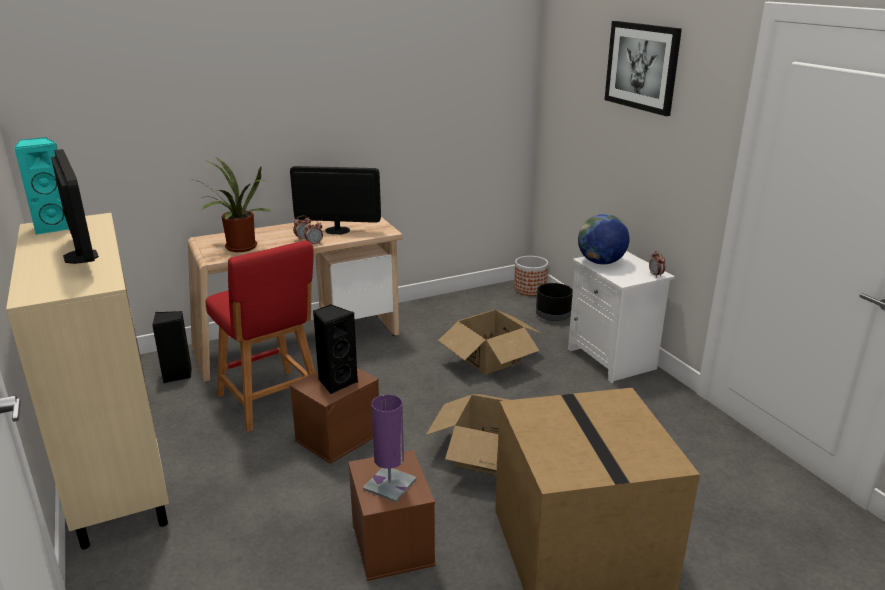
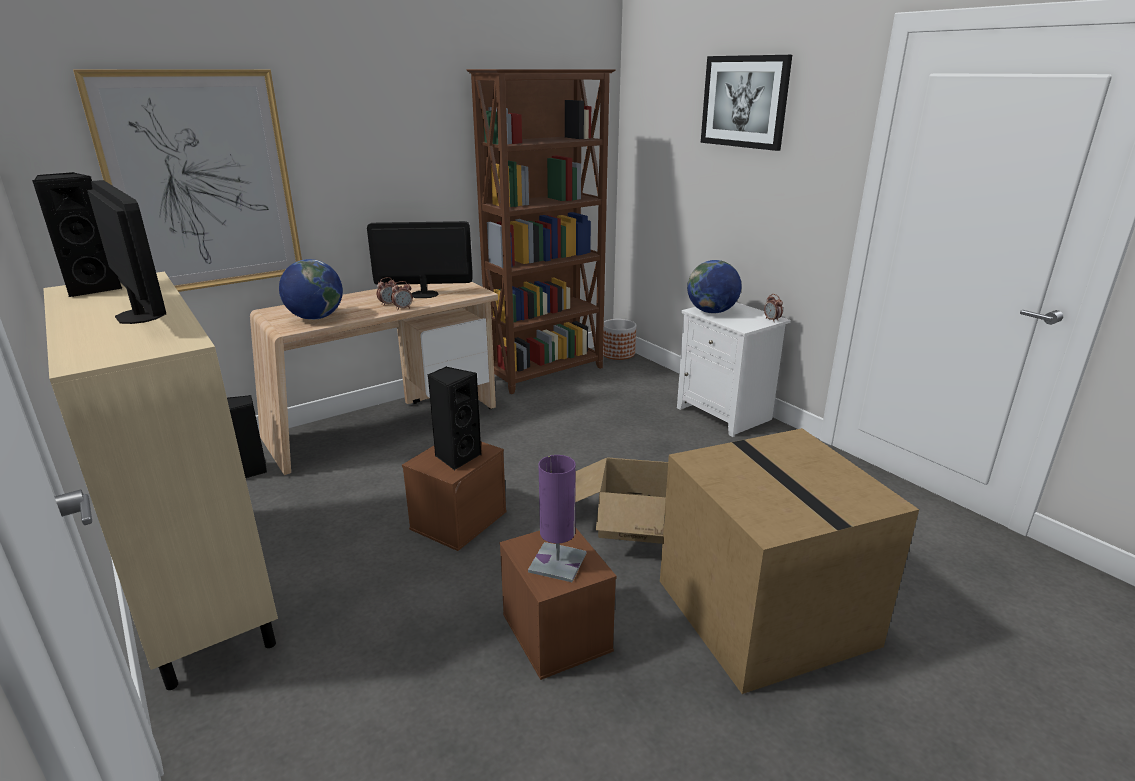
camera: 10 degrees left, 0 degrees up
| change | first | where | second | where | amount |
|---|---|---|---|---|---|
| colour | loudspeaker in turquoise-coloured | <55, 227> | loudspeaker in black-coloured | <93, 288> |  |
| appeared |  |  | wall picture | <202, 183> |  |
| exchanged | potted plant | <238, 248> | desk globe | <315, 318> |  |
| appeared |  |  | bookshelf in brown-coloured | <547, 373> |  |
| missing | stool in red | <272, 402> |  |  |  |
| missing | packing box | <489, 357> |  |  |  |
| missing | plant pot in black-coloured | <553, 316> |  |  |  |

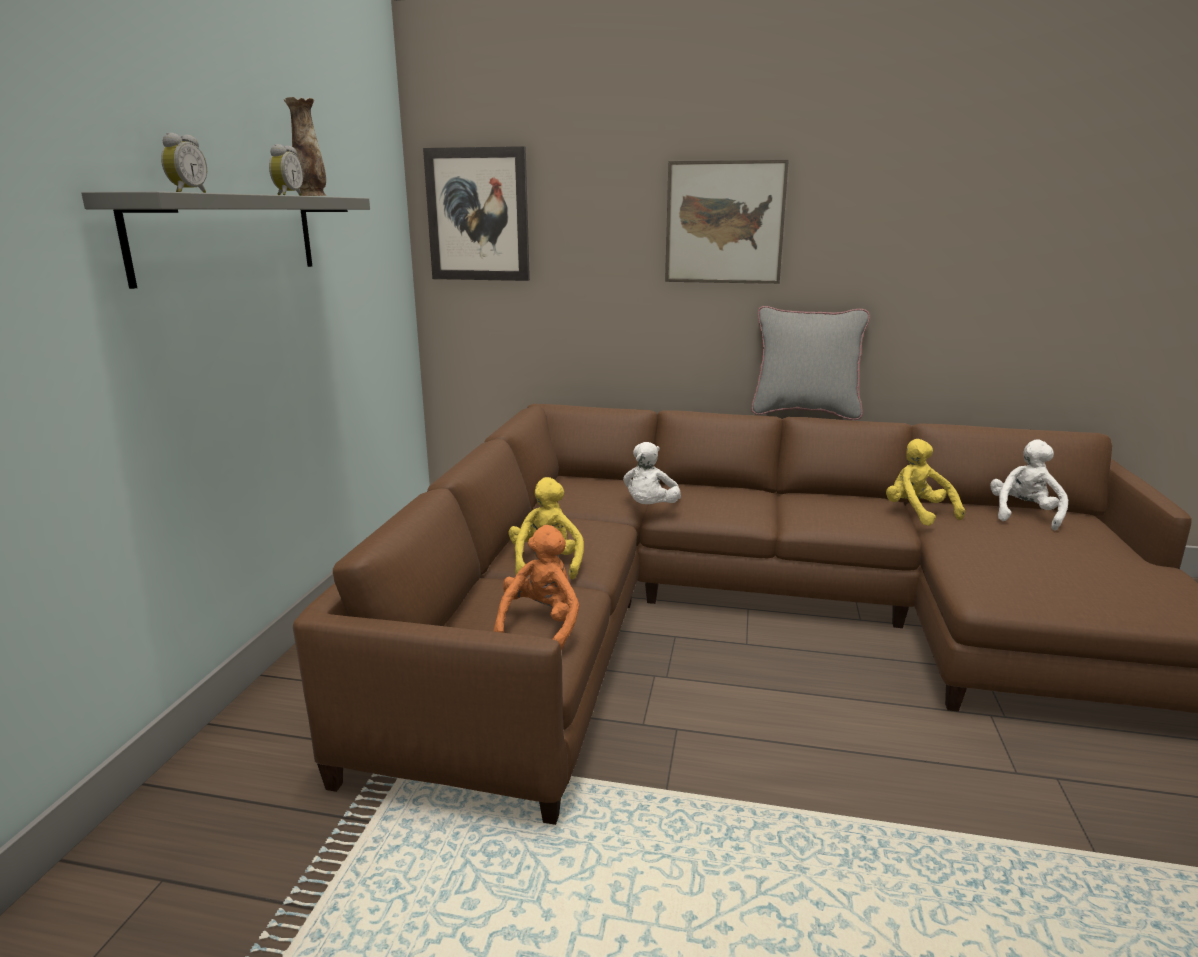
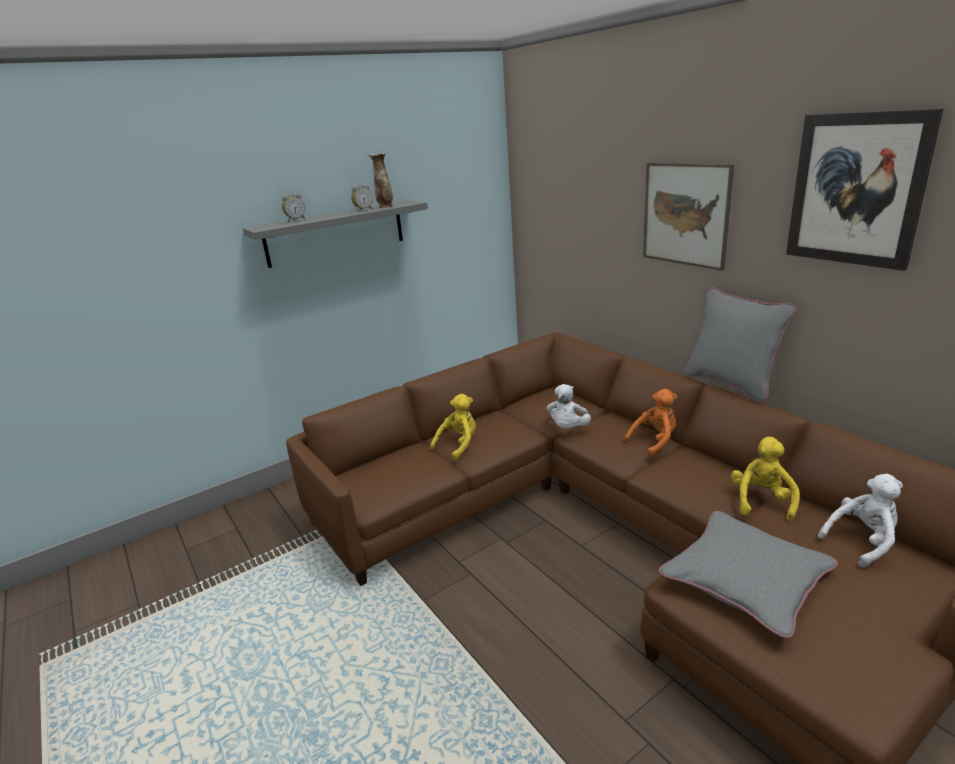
camera: 45 degrees right, 5 degrees up
| change | first | where | second | where | amount |
|---|---|---|---|---|---|
| spun | cuddly toy in white-coloured | <650, 508> |  | <568, 428> | 45 degrees counterclockwise |
| relocated | cuddly toy in orange-coloured | <541, 625> |  | <654, 442> |  |
| appeared |  |  | pillow in greyish | <745, 578> |  |
| relocated | wall picture | <478, 215> |  | <856, 190> |  |

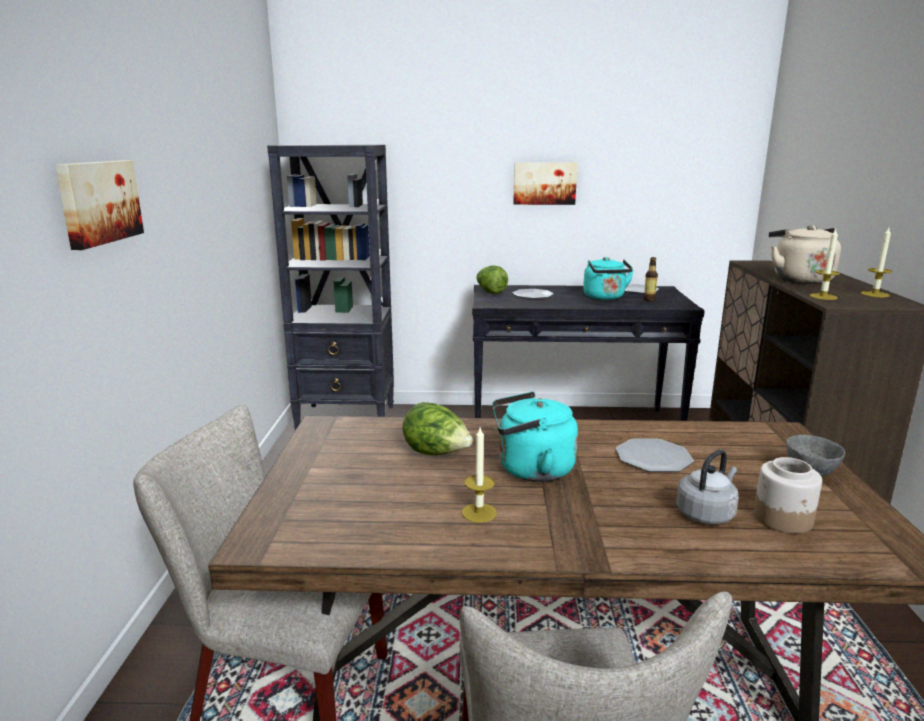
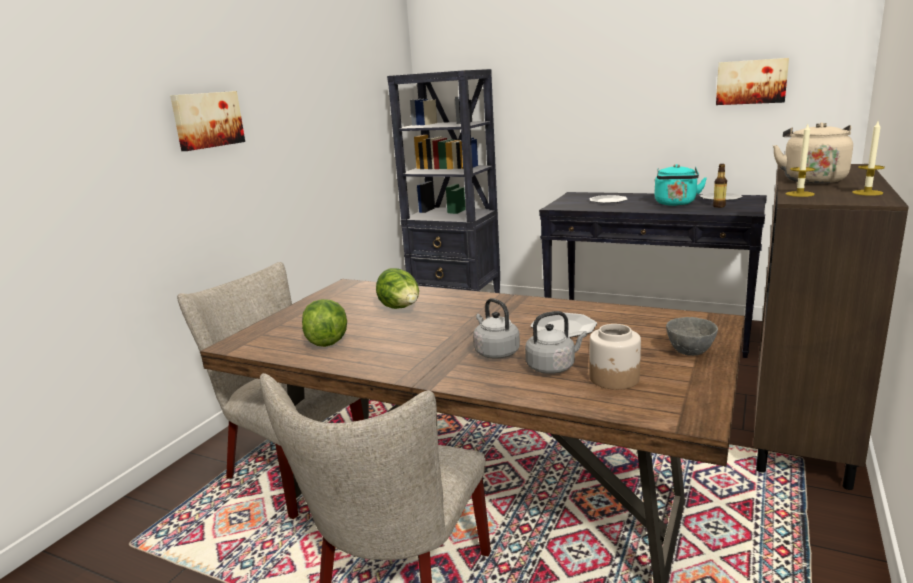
camera: 25 degrees right, 0 degrees up
| change | first | where | second | where | amount |
|---|---|---|---|---|---|
| relocated | lettuce | <490, 292> |  | <327, 340> |  |
| appeared |  |  | water kettle in greyish | <495, 352> |  |
| relocated | wall picture | <544, 183> |  | <751, 82> |  |
| missing | candle | <479, 513> |  |  |  |
| missing | water kettle in turquoise-coloured | <531, 470> |  |  |  |

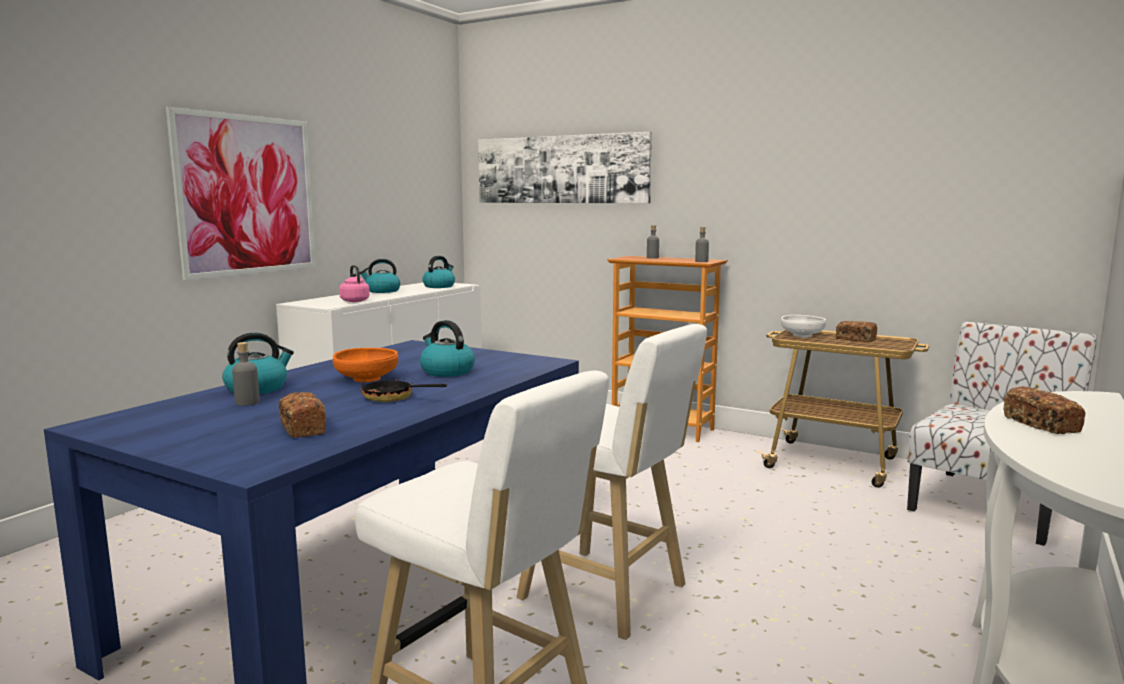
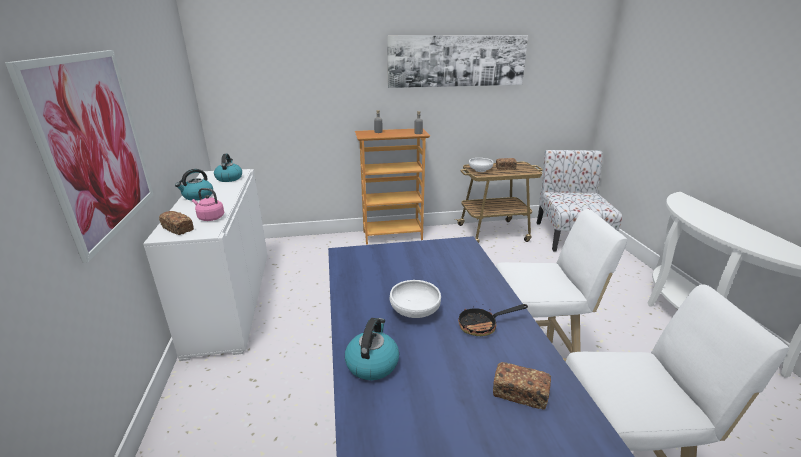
camera: 40 degrees left, 15 degrees up
| change | first | where | second | where | amount |
|---|---|---|---|---|---|
| relocated | bread | <1041, 425> |  | <178, 229> |  |
| relocated | wall picture | <561, 169> |  | <457, 61> |  |
| colour | bowl in orange-coloured | <367, 379> | bowl in white-coloured | <414, 310> |  |
| missing | bottle in greyish | <247, 402> |  |  |  |
| missing | water kettle | <446, 371> |  |  |  |

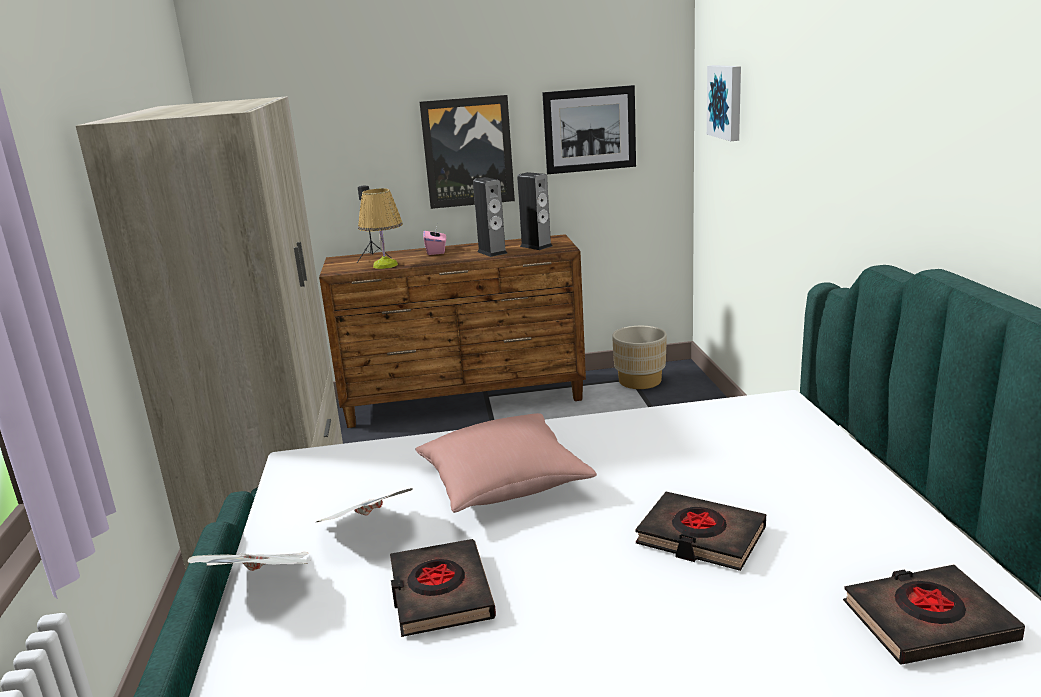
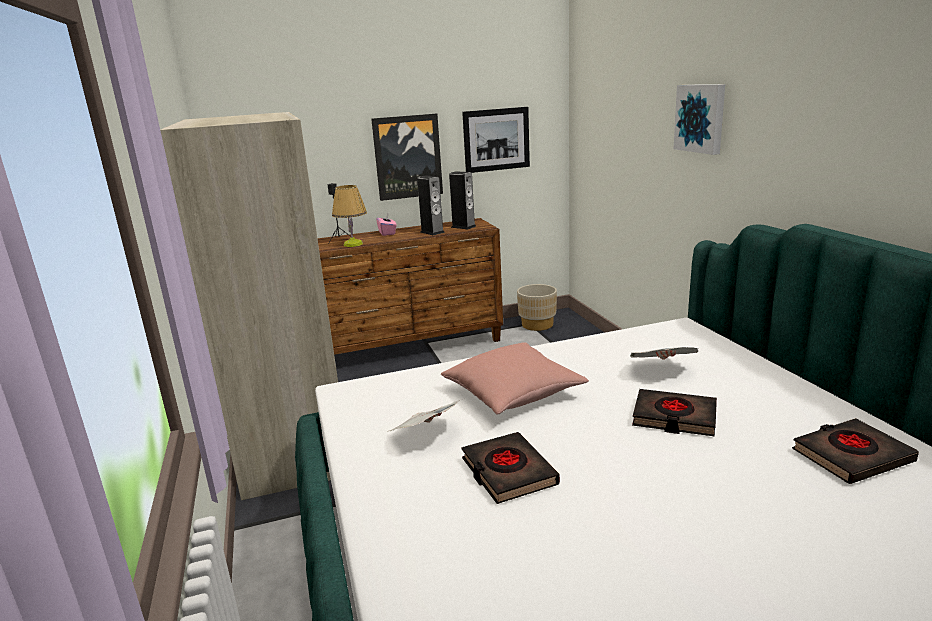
camera: 10 degrees left, 0 degrees up
| change | first | where | second | where | amount |
|---|---|---|---|---|---|
| relocated | printed paper | <262, 585> |  | <662, 370> |  |
| relocated | wall picture | <727, 101> |  | <701, 118> |  |

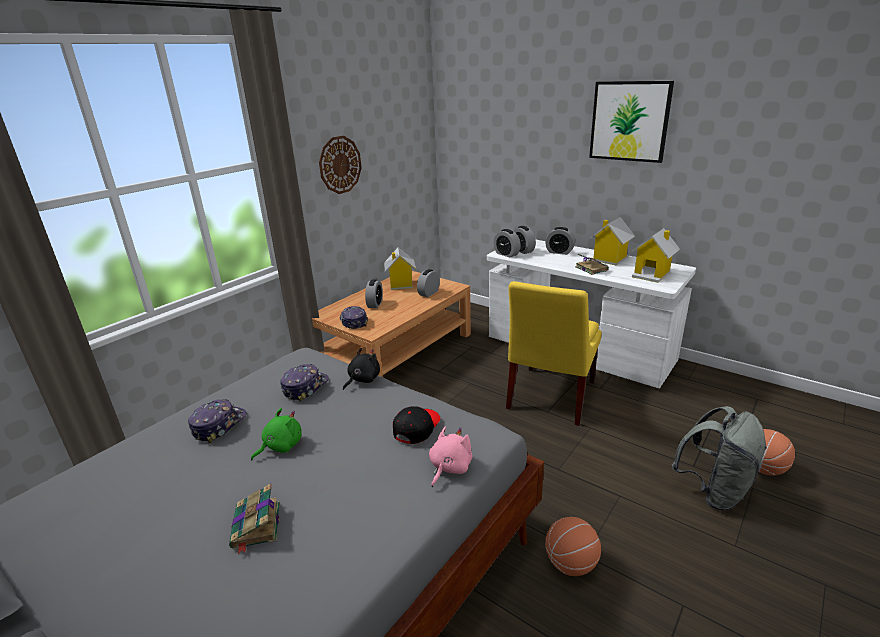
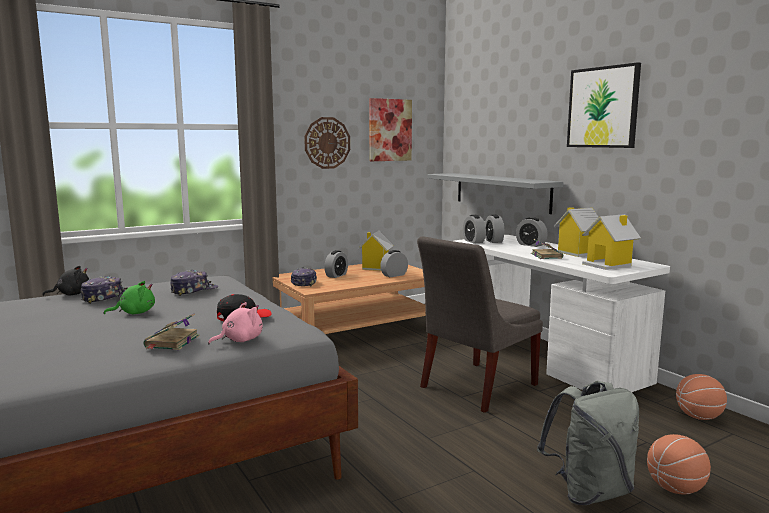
camera: 20 degrees right, 15 degrees down
| change | first | where | second | where | amount |
|---|---|---|---|---|---|
| relocated | cuddly toy in black-coloured | <362, 379> |  | <71, 294> |  |
| relocated | volume | <256, 526> |  | <171, 342> |  |
| appeared |  |  | wall picture | <390, 130> |  |
| colour | upright chair in yellow-coloured | <549, 397> | upright chair in greyish | <475, 387> |  |
| appeared |  |  | bracket shelf in greyish | <501, 192> |  |
| relocated | ball for basketball | <570, 564> |  | <698, 417> |  |

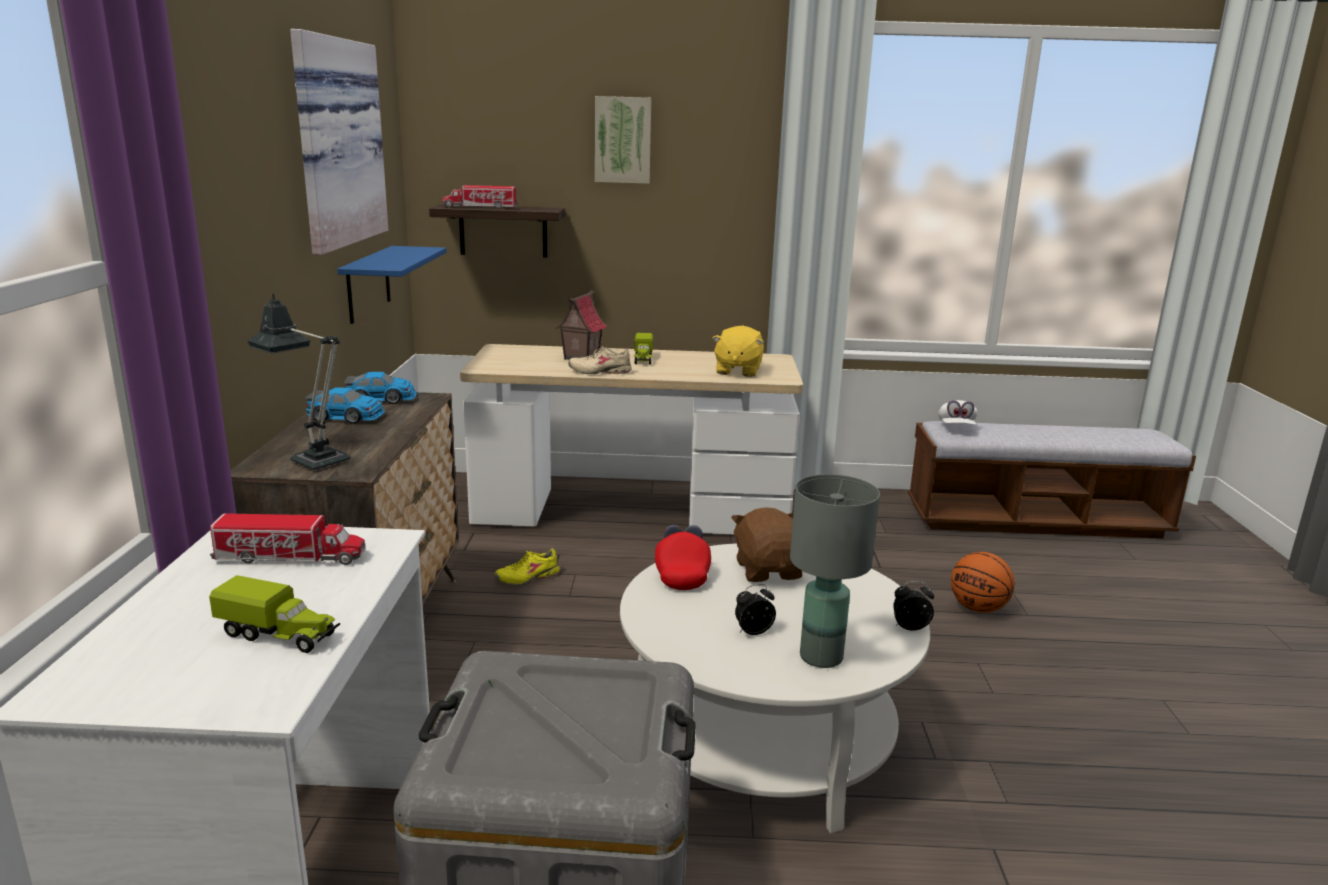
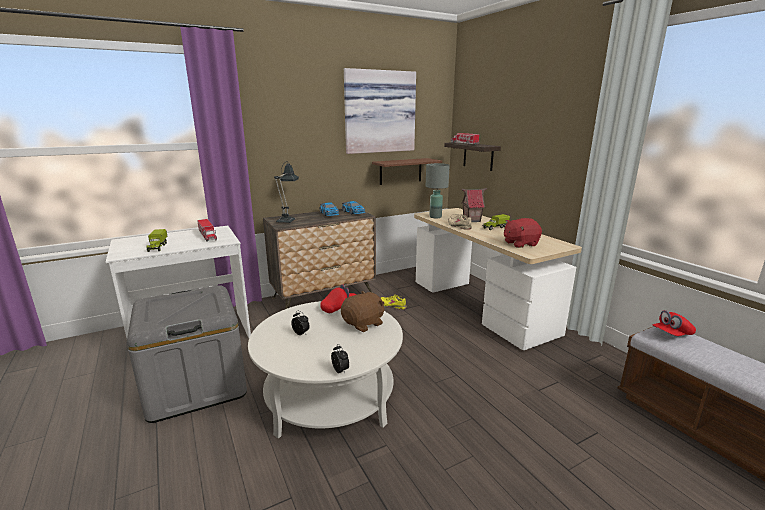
camera: 60 degrees right, 0 degrees up
| change | first | where | second | where | amount |
|---|---|---|---|---|---|
| colour | bracket shelf in blue | <368, 284> | bracket shelf in brown-coloured | <400, 171> |  |
| relocated | tabletop lamp in greyish | <822, 657> |  | <435, 217> |  |
| colour | cuddly toy in yellow-coloured | <737, 371> | cuddly toy in red | <520, 244> |  |
| colour | baseball cap in white-coloured | <956, 428> | baseball cap in red | <672, 334> |  |
| missing | wall picture | <623, 140> |  |  |  |
| missing | ball for basketball | <978, 608> |  |  |  |

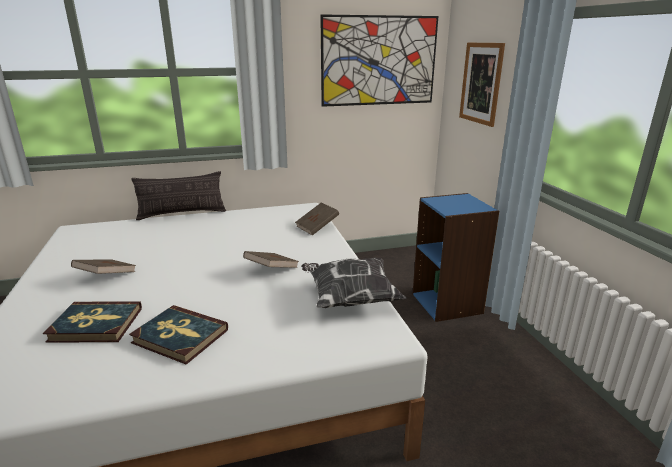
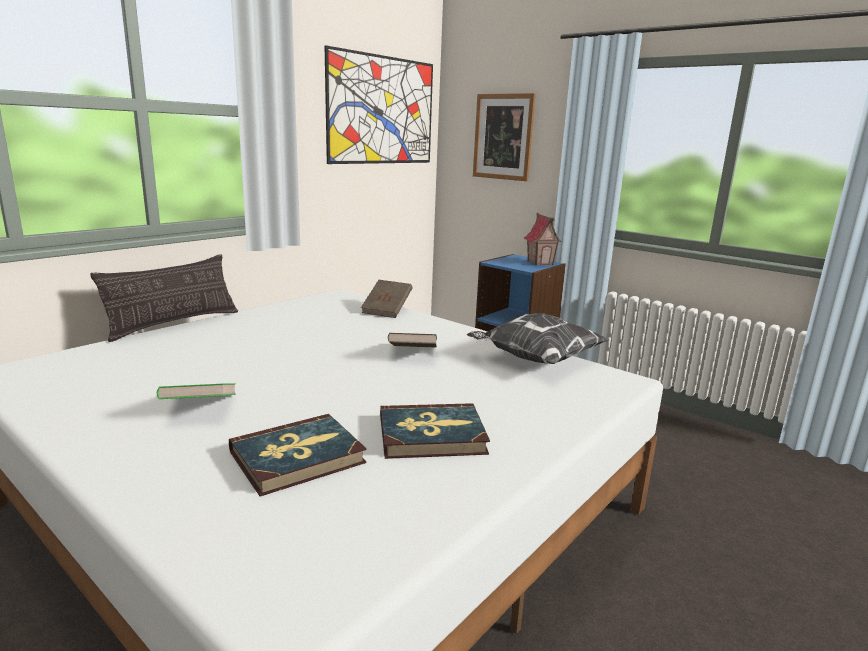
camera: 35 degrees left, 5 degrees down
| change | first | where | second | where | amount |
|---|---|---|---|---|---|
| colour | volume in brown-coloured | <106, 277> | volume in greenish | <200, 409> |  |
| appeared |  |  | miniature house | <540, 263> |  |

